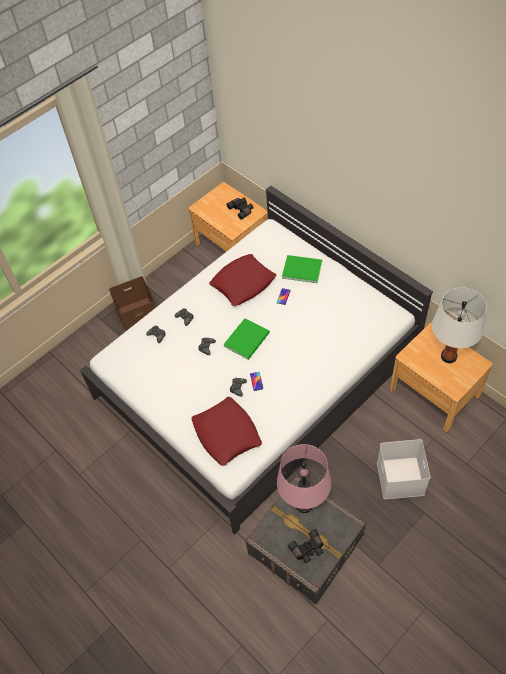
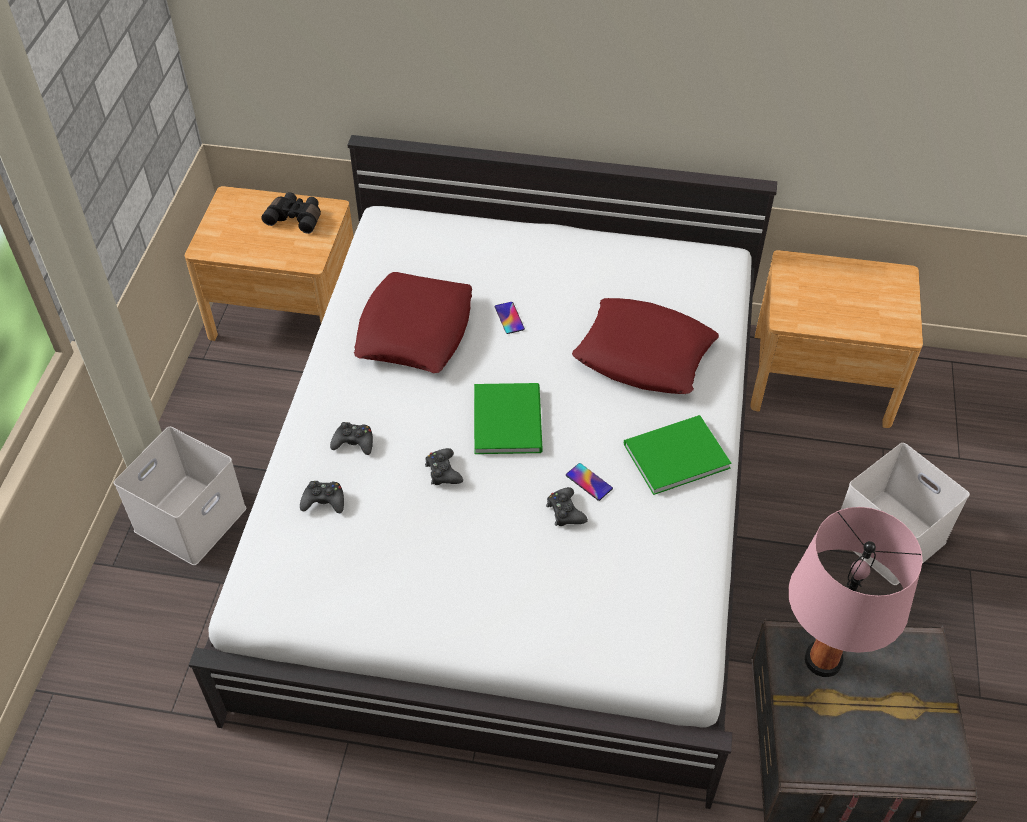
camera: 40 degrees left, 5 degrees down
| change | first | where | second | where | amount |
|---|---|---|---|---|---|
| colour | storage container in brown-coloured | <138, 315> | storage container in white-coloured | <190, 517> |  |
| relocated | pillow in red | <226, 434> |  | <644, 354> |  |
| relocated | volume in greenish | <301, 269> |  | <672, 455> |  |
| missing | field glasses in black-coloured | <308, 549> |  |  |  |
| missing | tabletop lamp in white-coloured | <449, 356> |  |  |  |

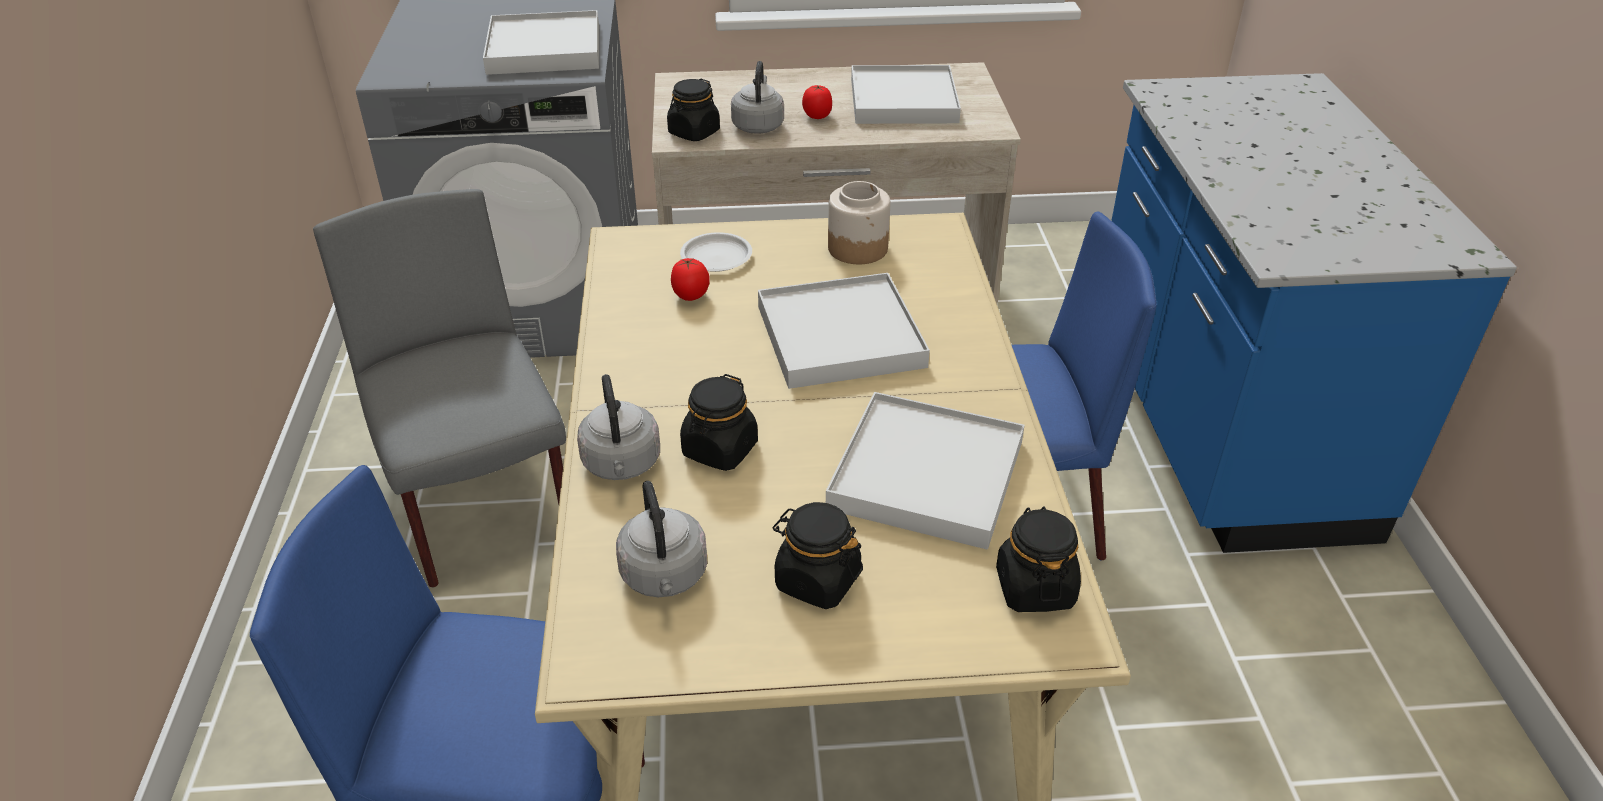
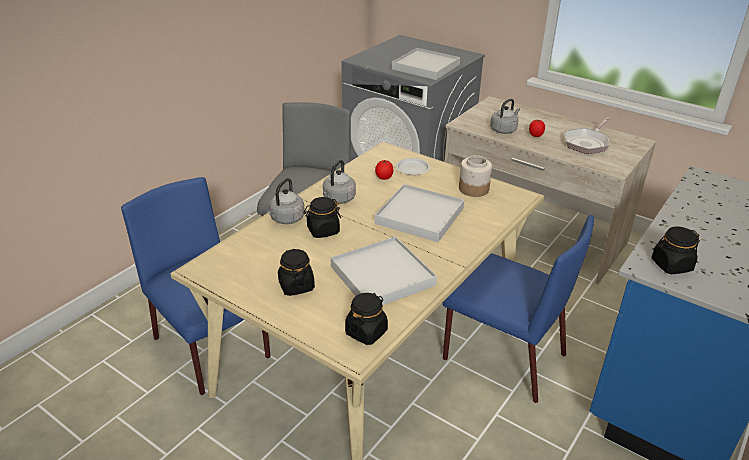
camera: 40 degrees right, 5 degrees down
| change | first | where | second | where | amount |
|---|---|---|---|---|---|
| relocated | water kettle in greyish | <665, 577> |  | <338, 199> |  |
| exchanged | serving tray in white-coloured | <903, 100> | skillet | <587, 143> |  |
| relocated | preserve jar in black-coloured | <694, 132> |  | <671, 265> |  |

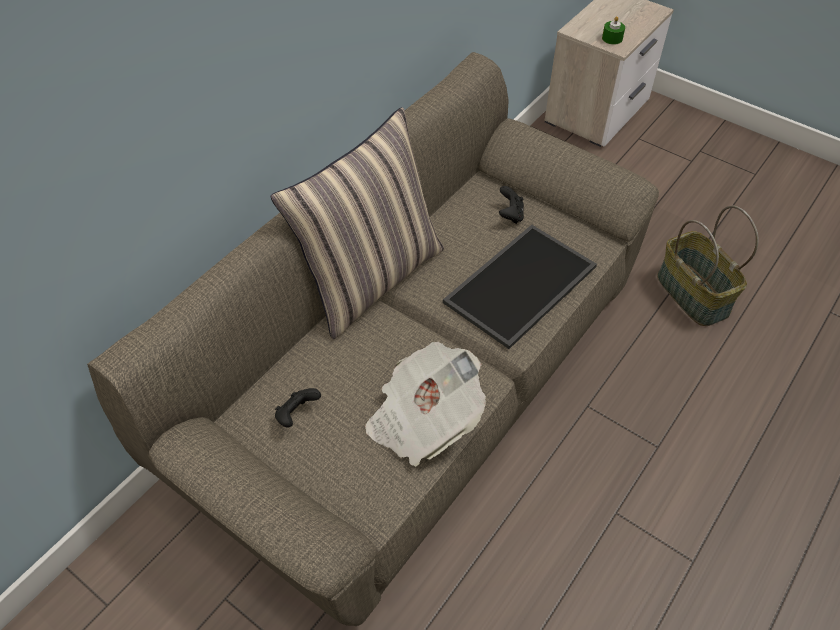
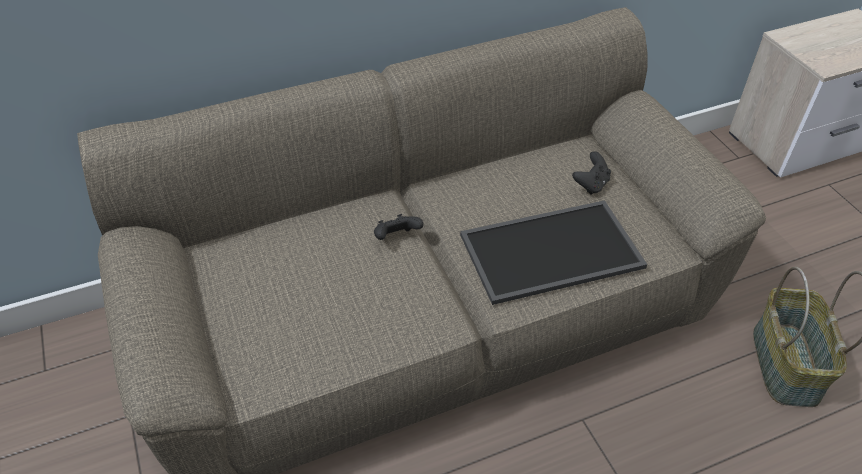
camera: 30 degrees right, 5 degrees down
| change | first | where | second | where | amount |
|---|---|---|---|---|---|
| relocated | game controller in black-coloured | <297, 415> |  | <396, 238> |  |
| missing | pillow | <371, 277> |  |  |  |
| missing | printed paper | <423, 419> |  |  |  |
| missing | candle in greenish | <612, 38> |  |  |  |

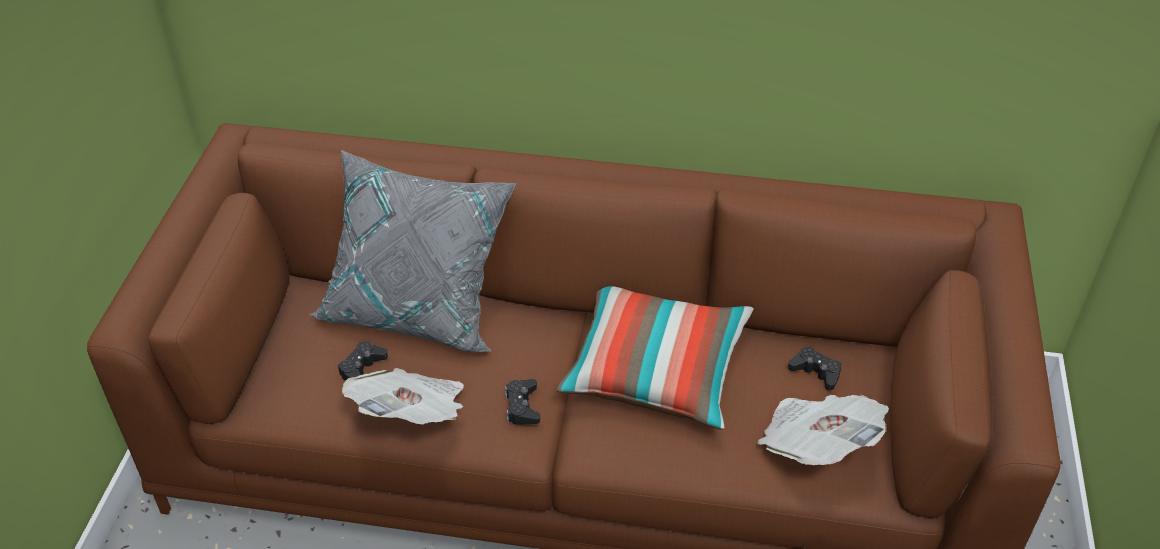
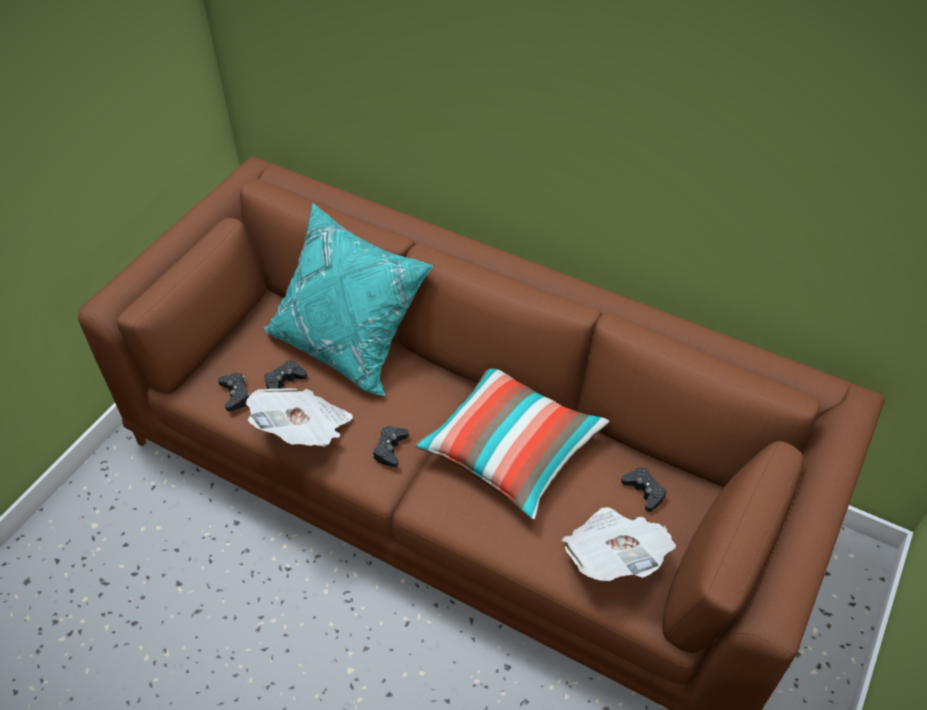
camera: 20 degrees right, 5 degrees up
| change | first | where | second | where | amount |
|---|---|---|---|---|---|
| appeared |  |  | game controller in black-coloured | <236, 394> |  |
| colour | pillow in greyish | <418, 307> | pillow in turquoise-coloured | <349, 342> |  |

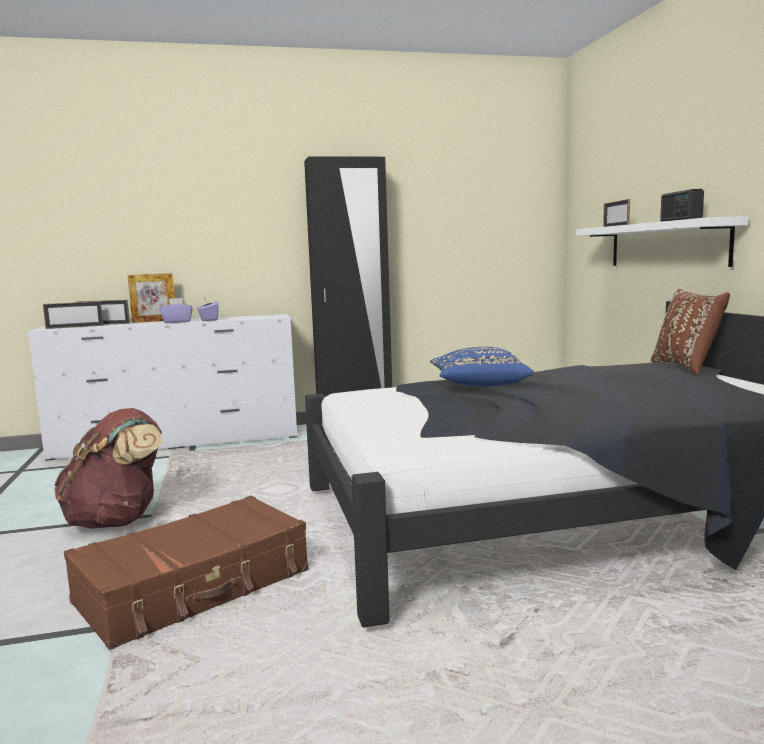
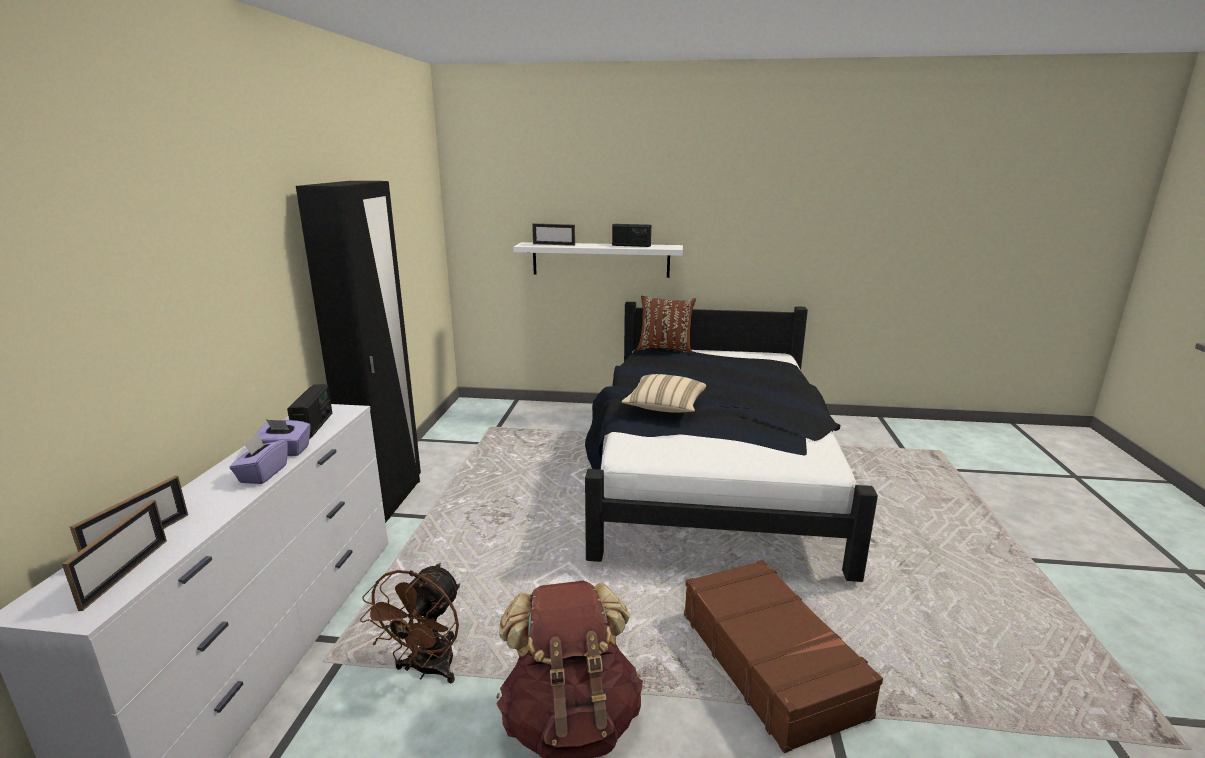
camera: 70 degrees left, 10 degrees up
| change | first | where | second | where | amount |
|---|---|---|---|---|---|
| appeared |  |  | radio receiver | <314, 426> |  |
| appeared |  |  | cooling fan in brown-coloured | <427, 670> |  |
| colour | pillow in blue | <478, 385> | pillow in beige-coloured | <665, 407> |  |
| missing | standing frame | <154, 321> |  |  |  |

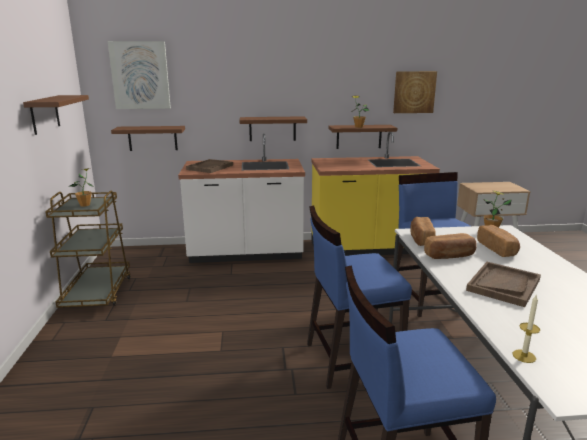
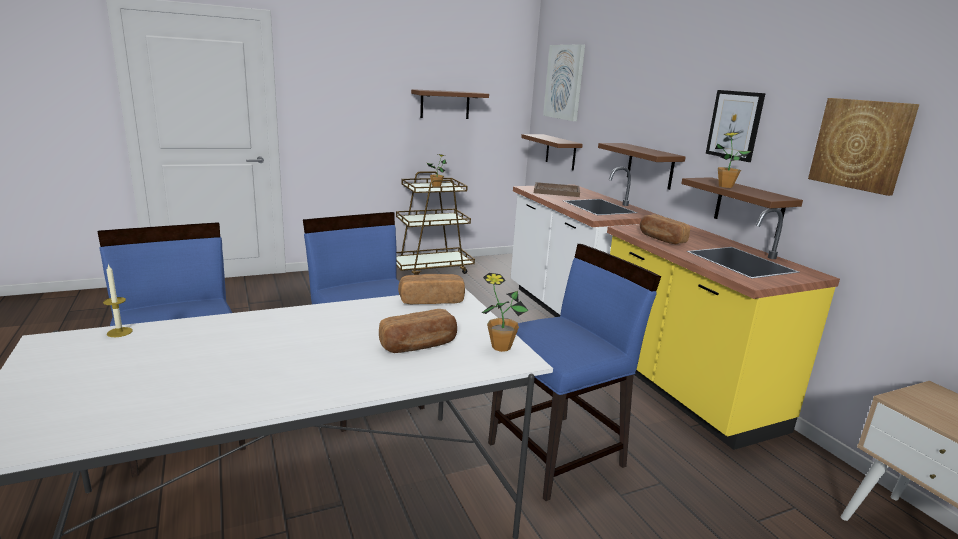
camera: 70 degrees right, 0 degrees up
| change | first | where | second | where | amount |
|---|---|---|---|---|---|
| relocated | bread | <449, 255> |  | <661, 239> |  |
| appeared |  |  | wall picture | <734, 125> |  |
| missing | serving tray in brown-coloured | <503, 285> |  |  |  |

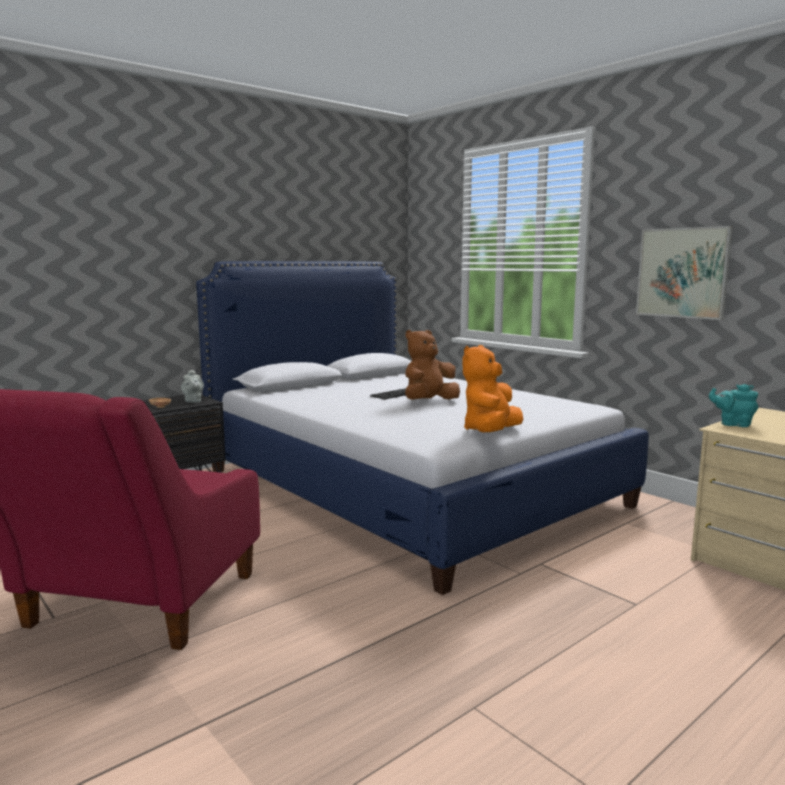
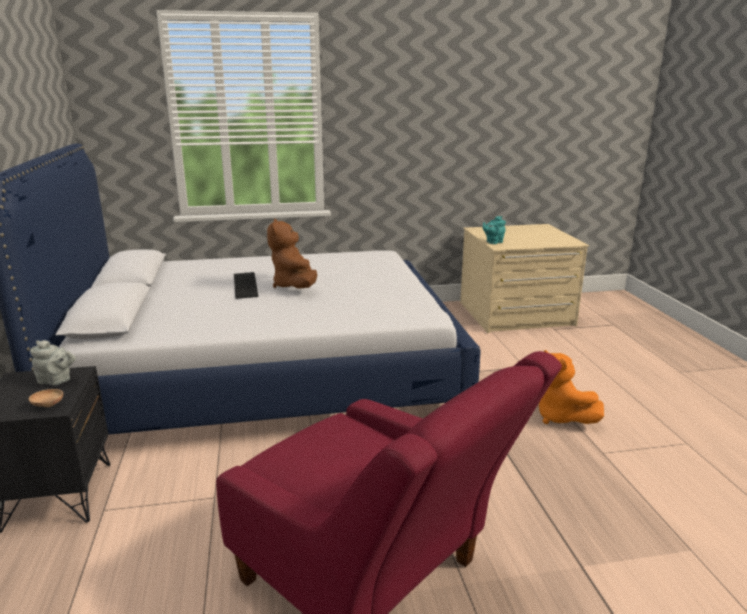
camera: 60 degrees left, 10 degrees up
| change | first | where | second | where | amount |
|---|---|---|---|---|---|
| relocated | cuddly toy in orange-coloured | <490, 432> |  | <559, 417> |  |
| missing | wall picture | <682, 273> |  |  |  |

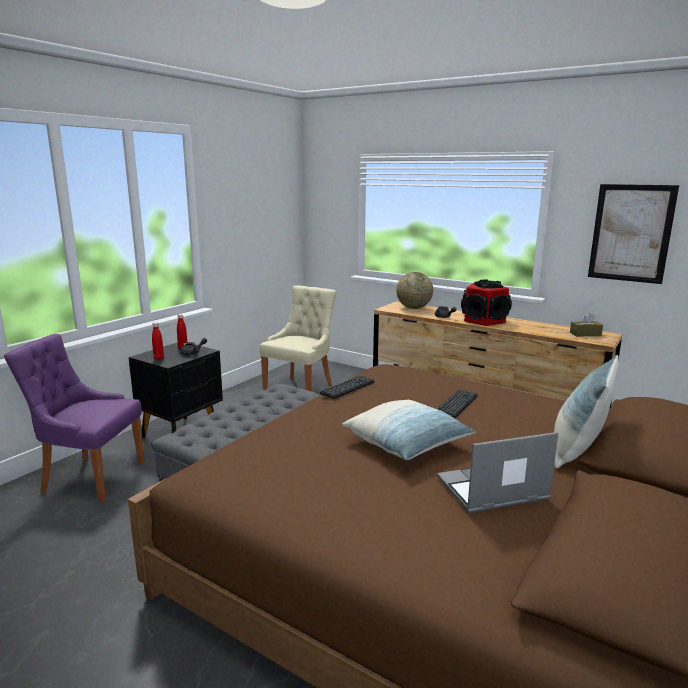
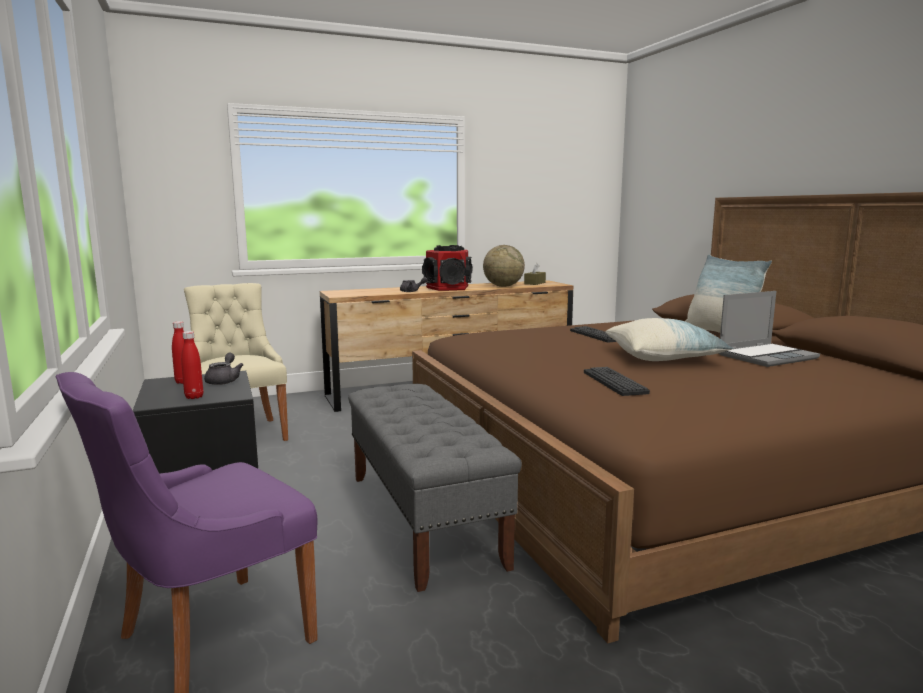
camera: 55 degrees left, 5 degrees down
| change | first | where | second | where | amount |
|---|---|---|---|---|---|
| relocated | desk globe | <413, 308> |  | <503, 286> |  |
| relocated | keyboard | <347, 387> |  | <614, 382> |  |
| spun | notebook computer | <491, 490> |  | <767, 356> | 135 degrees counterclockwise |
| missing | wall picture | <631, 233> |  |  |  |

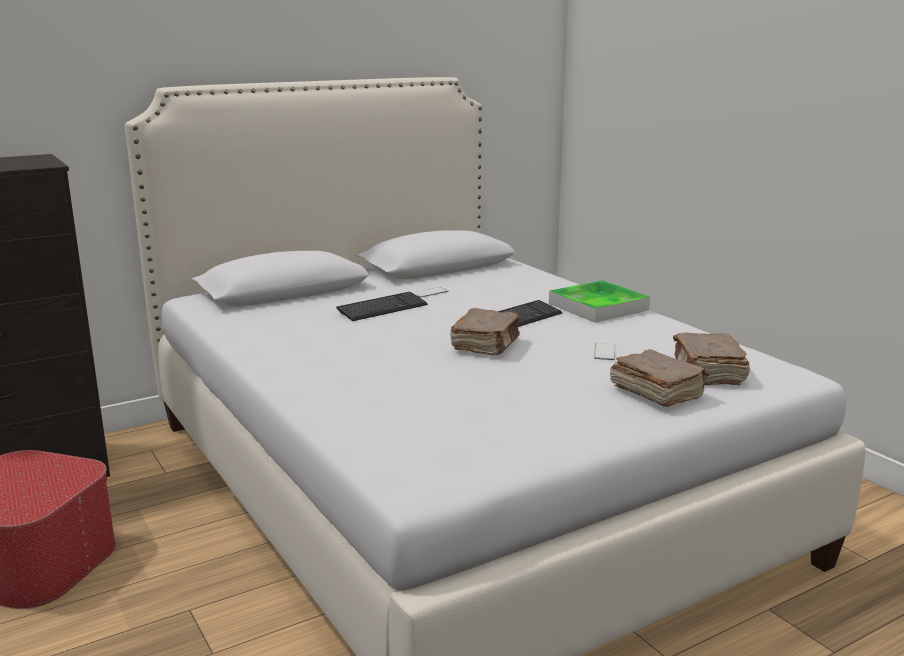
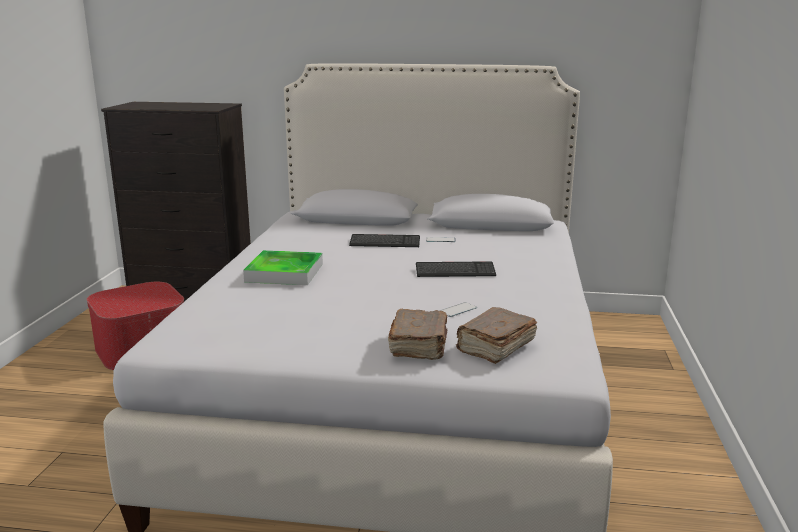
camera: 40 degrees right, 0 degrees up
| change | first | where | second | where | amount |
|---|---|---|---|---|---|
| relocated | serving tray | <598, 307> |  | <284, 273> |  |
| missing | volume in brown-coloured | <486, 345> |  |  |  |

